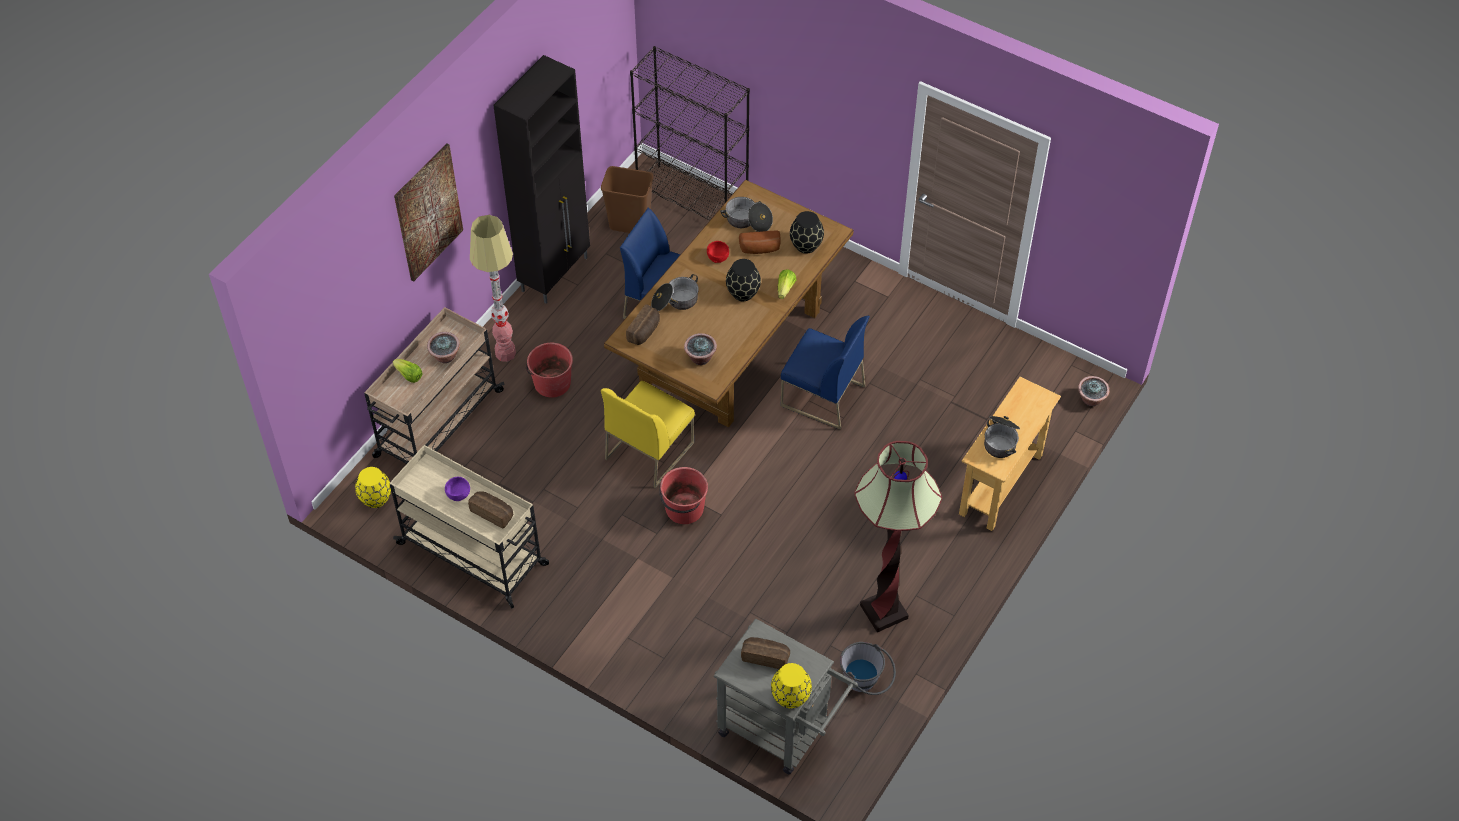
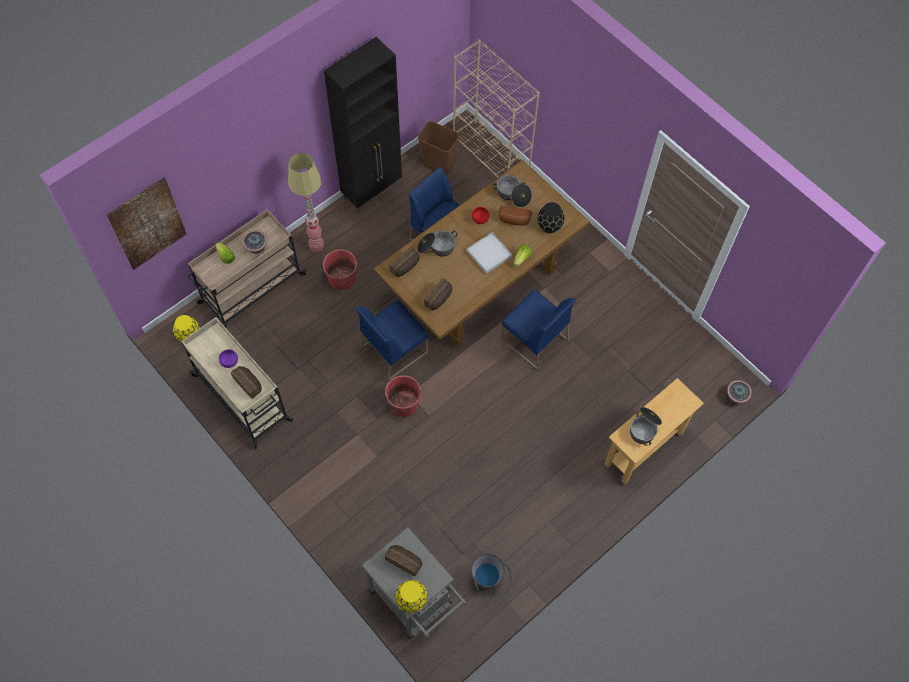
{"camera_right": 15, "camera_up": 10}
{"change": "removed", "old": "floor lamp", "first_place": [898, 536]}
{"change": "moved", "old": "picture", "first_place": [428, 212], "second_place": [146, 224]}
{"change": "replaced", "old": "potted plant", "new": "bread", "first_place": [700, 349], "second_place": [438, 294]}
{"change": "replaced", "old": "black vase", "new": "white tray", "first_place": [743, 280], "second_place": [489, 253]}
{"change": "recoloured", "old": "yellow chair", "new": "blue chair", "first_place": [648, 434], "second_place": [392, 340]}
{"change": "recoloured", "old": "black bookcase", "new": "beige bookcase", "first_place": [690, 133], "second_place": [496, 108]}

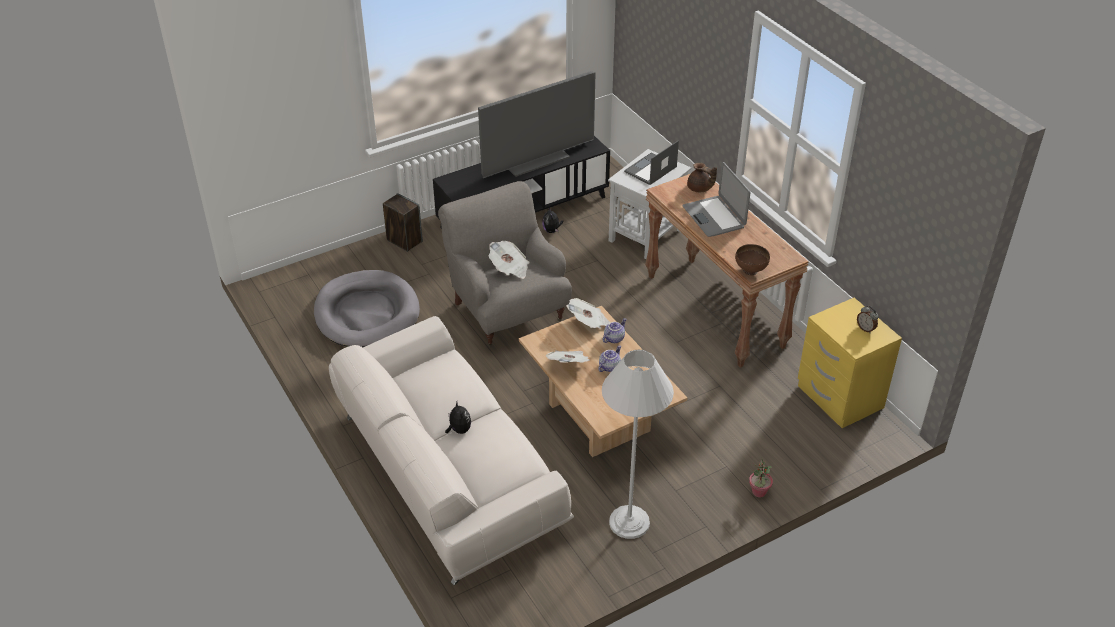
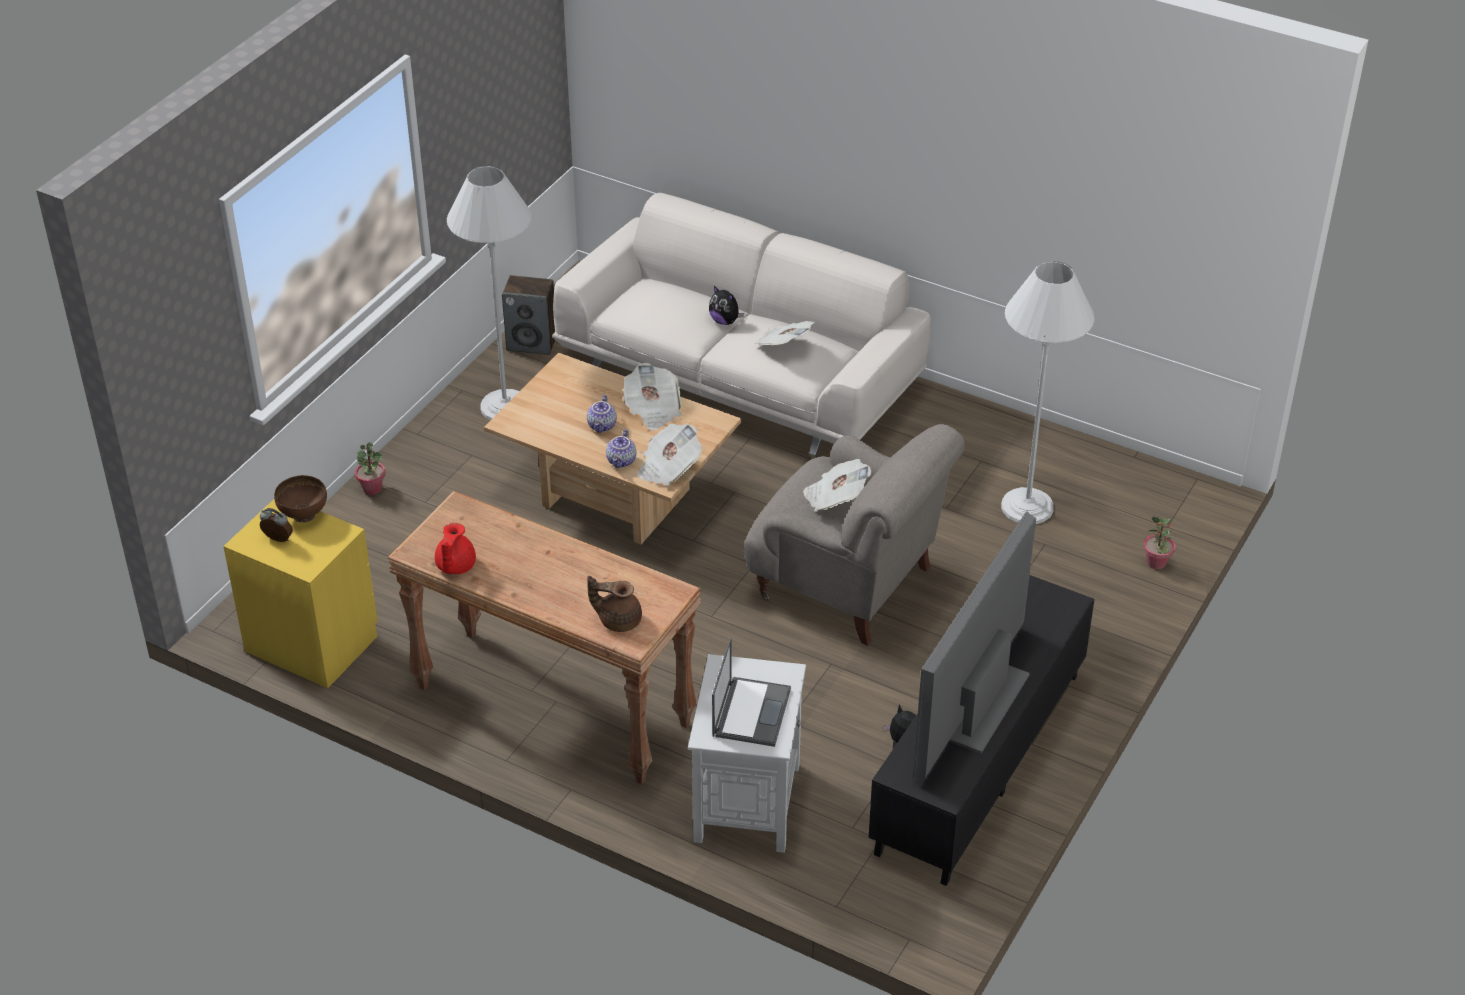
{"camera_right": 150, "camera_up": 0}
{"change": "removed", "old": "laptop", "first_place": [717, 199]}
{"change": "added", "new": "red teapot", "second_place": [455, 548]}
{"change": "added", "new": "newspaper", "second_place": [785, 333]}
{"change": "added", "new": "potted plant", "second_place": [1159, 542]}
{"change": "moved", "old": "speaker", "first_place": [403, 222], "second_place": [528, 315]}
{"change": "moved", "old": "brown bowl", "first_place": [752, 259], "second_place": [300, 499]}
{"change": "replaced", "old": "grey dog bed", "new": "white floor lamp", "first_place": [367, 309], "second_place": [1047, 392]}

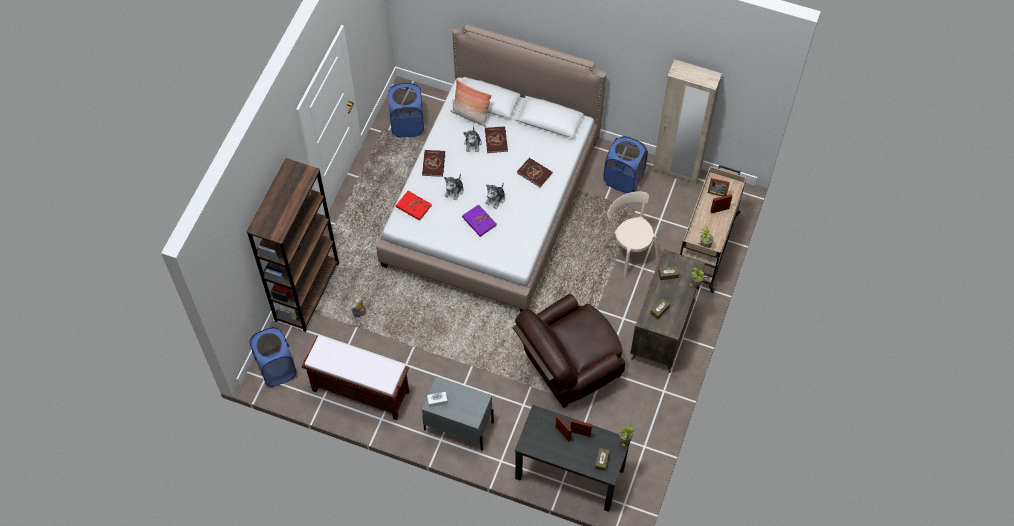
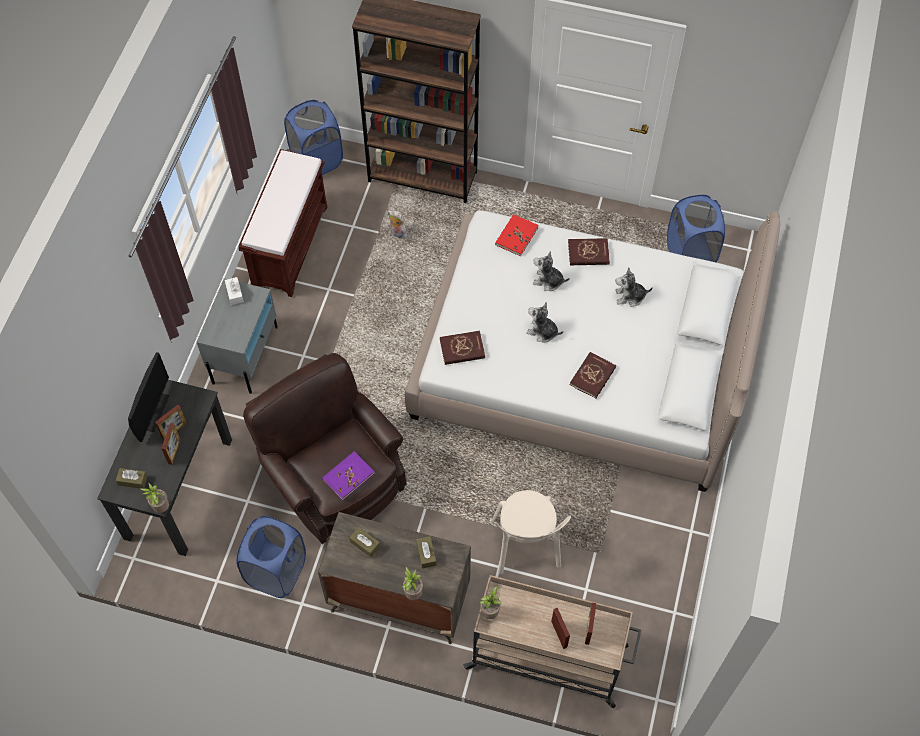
{"camera_right": 85, "camera_up": 0}
{"change": "removed", "old": "pillow", "first_place": [471, 103]}
{"change": "removed", "old": "beige wardrobe", "first_place": [687, 122]}
{"change": "added", "new": "monitor", "second_place": [148, 397]}
{"change": "moved", "old": "purple book", "first_place": [479, 220], "second_place": [348, 475]}
{"change": "moved", "old": "red book", "first_place": [496, 139], "second_place": [462, 348]}
{"change": "moved", "old": "blue laundry basket", "first_place": [625, 164], "second_place": [271, 557]}
{"change": "turned", "old": "beige chair", "first_place": [630, 234], "second_place": [531, 532], "degrees": 120}

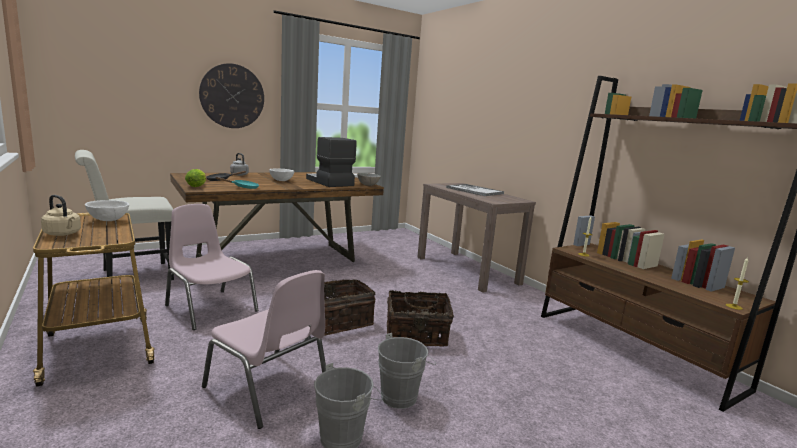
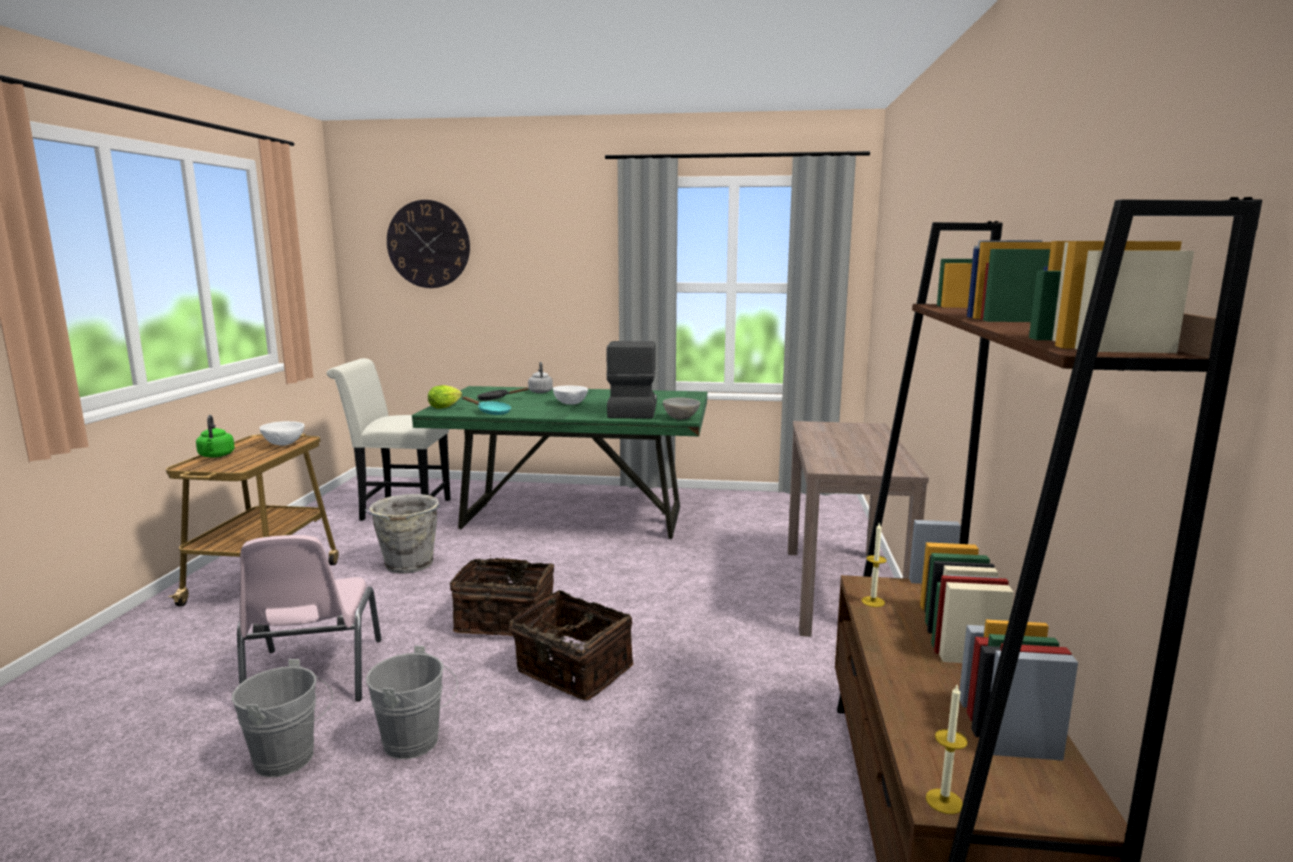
{"camera_right": 40, "camera_up": 0}
{"change": "removed", "old": "tray", "first_place": [475, 190]}
{"change": "moved", "old": "wall clock", "first_place": [231, 95], "second_place": [428, 244]}
{"change": "replaced", "old": "pink chair", "new": "grey bucket", "first_place": [211, 267], "second_place": [402, 534]}
{"change": "recoloured", "old": "beige kettle", "new": "green kettle", "first_place": [61, 215], "second_place": [215, 436]}
{"change": "recoloured", "old": "brown dining table", "new": "green dining table", "first_place": [277, 217], "second_place": [559, 462]}

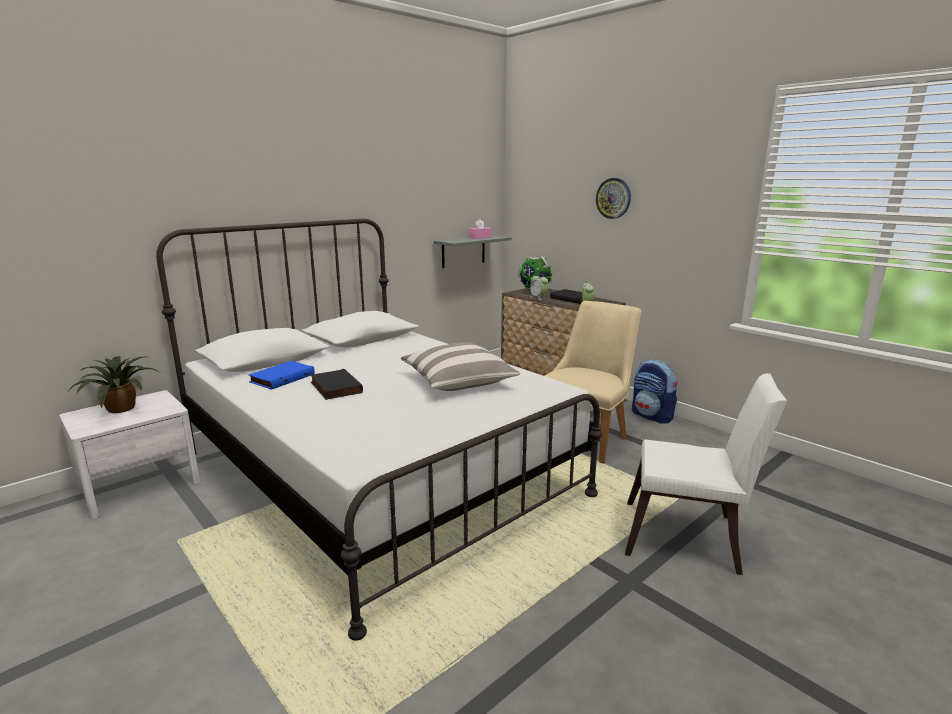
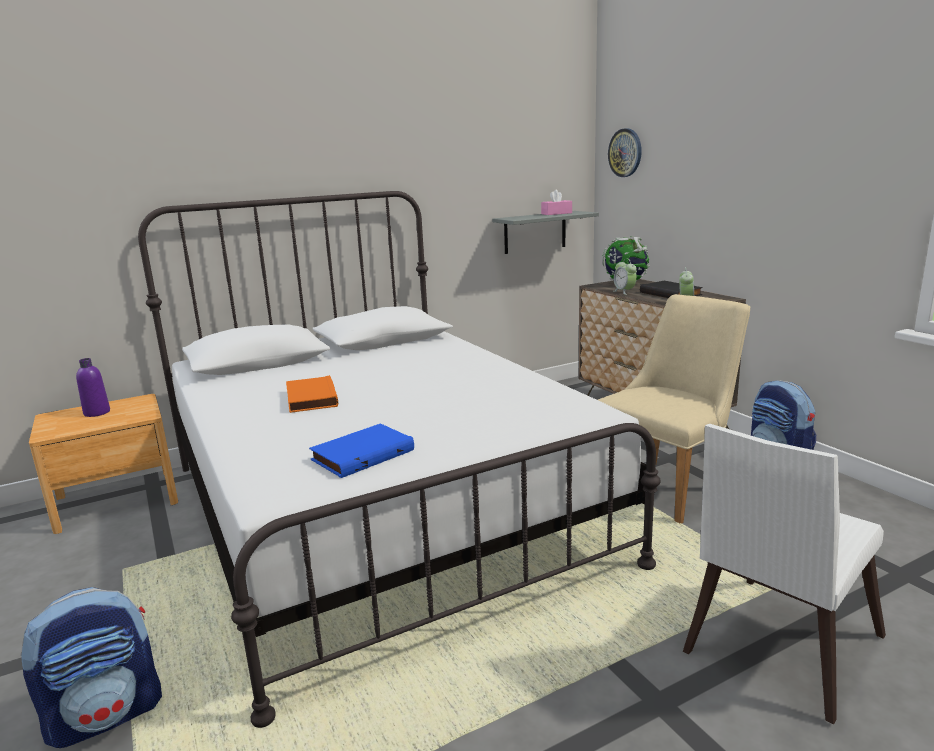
{"camera_right": 15, "camera_up": 0}
{"change": "removed", "old": "pillow", "first_place": [460, 367]}
{"change": "added", "new": "backpack", "second_place": [91, 667]}
{"change": "moved", "old": "blue book", "first_place": [282, 375], "second_place": [361, 450]}
{"change": "moved", "old": "wall clock", "first_place": [613, 198], "second_place": [625, 152]}
{"change": "replaced", "old": "potted plant", "new": "purple bottle", "first_place": [113, 384], "second_place": [93, 387]}
{"change": "recoloured", "old": "white nightstand", "new": "brown nightstand", "first_place": [129, 454], "second_place": [103, 464]}
{"change": "recoloured", "old": "black book", "new": "orange book", "first_place": [336, 384], "second_place": [312, 394]}
{"change": "turned", "old": "white chair", "first_place": [706, 474], "second_place": [784, 574], "degrees": 105}

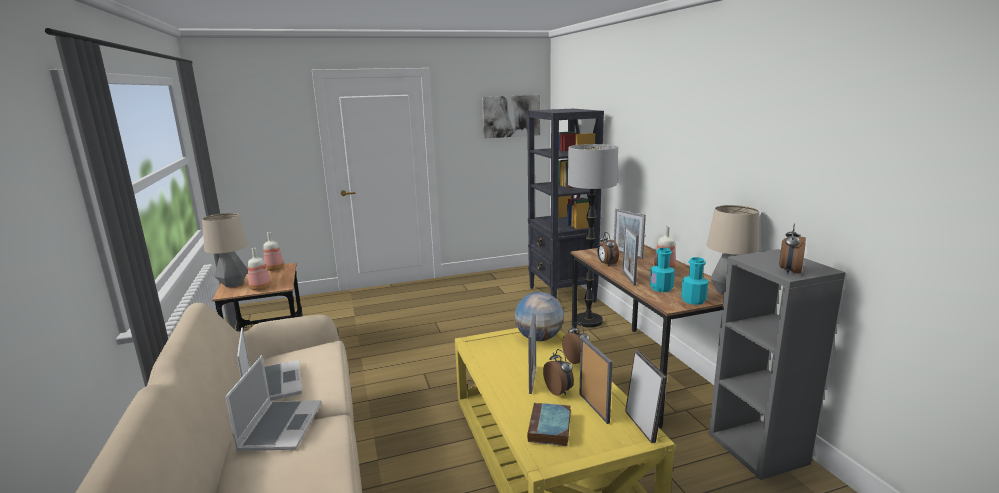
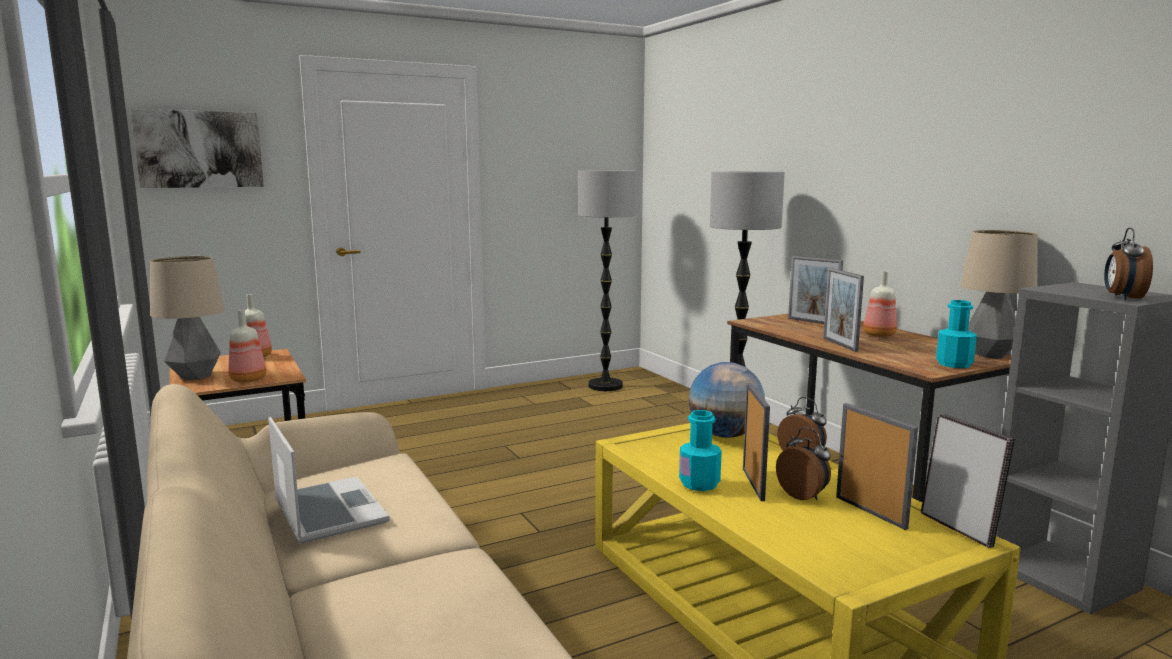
{"camera_right": -10, "camera_up": -5}
{"change": "removed", "old": "laptop", "first_place": [273, 403]}
{"change": "removed", "old": "black bookcase", "first_place": [565, 206]}
{"change": "removed", "old": "book", "first_place": [549, 424]}
{"change": "removed", "old": "alarm clock", "first_place": [608, 249]}
{"change": "added", "new": "floor lamp", "second_place": [607, 280]}
{"change": "moved", "old": "picture", "first_place": [511, 117], "second_place": [197, 148]}
{"change": "moved", "old": "turquoise bottle", "first_place": [662, 269], "second_place": [700, 450]}

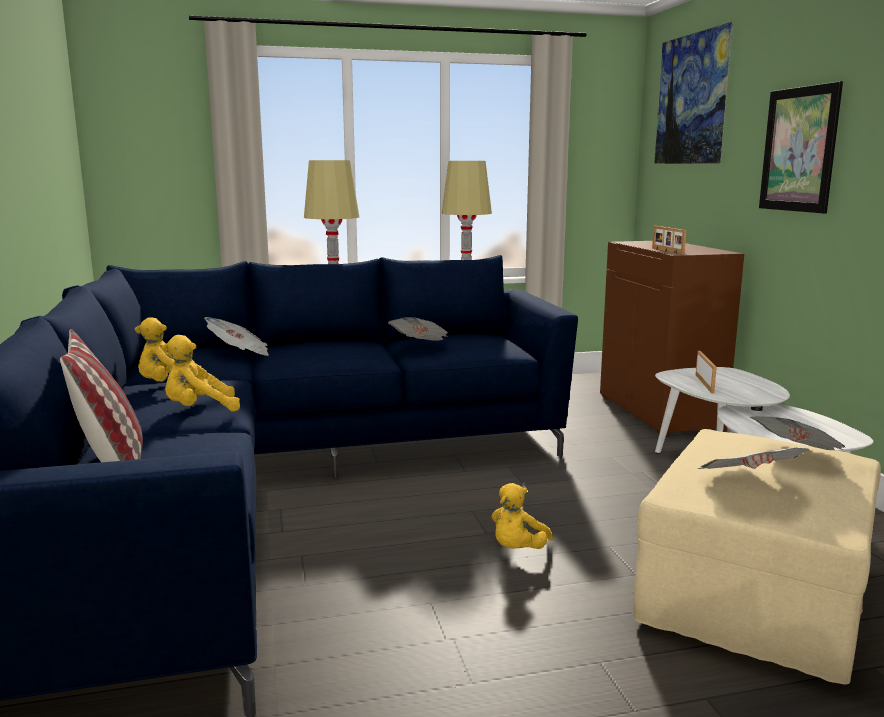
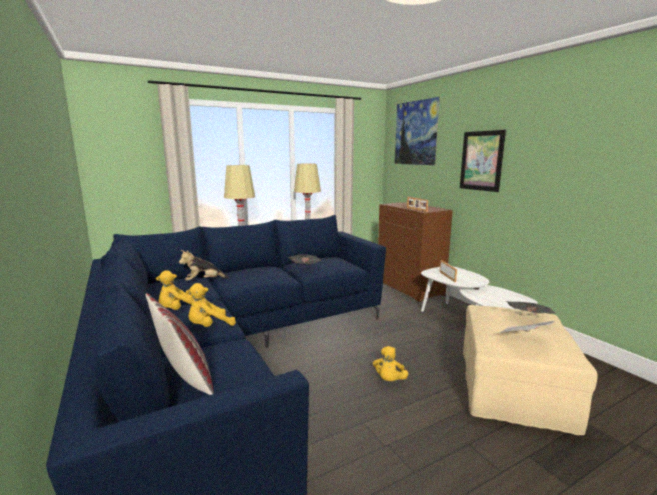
{"camera_right": -15, "camera_up": 0}
{"change": "replaced", "old": "newspaper", "new": "plush toy", "first_place": [236, 336], "second_place": [204, 265]}

